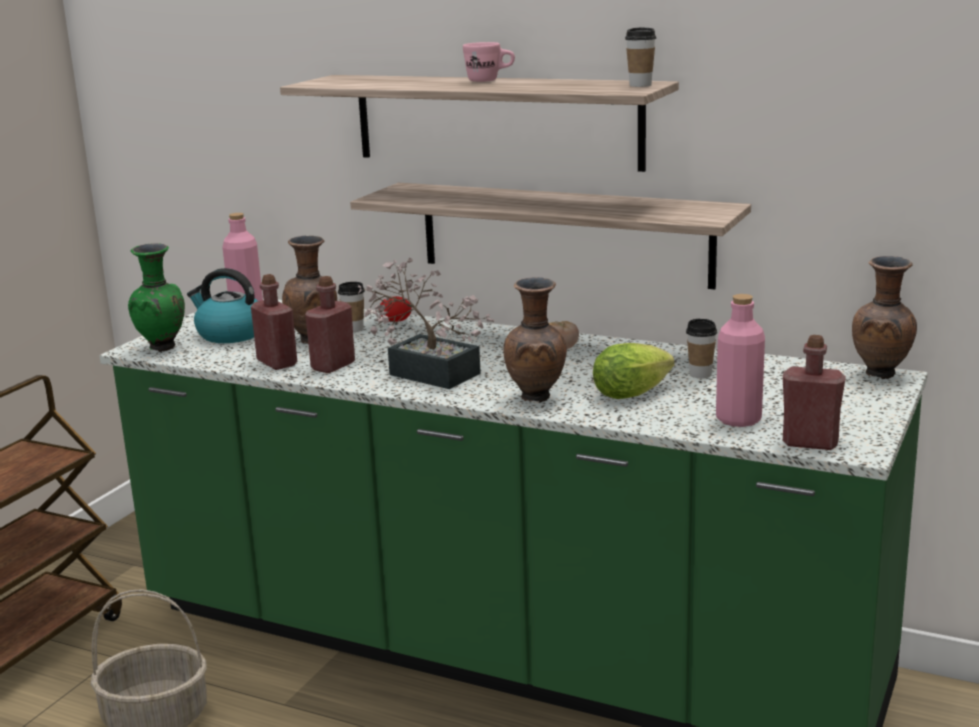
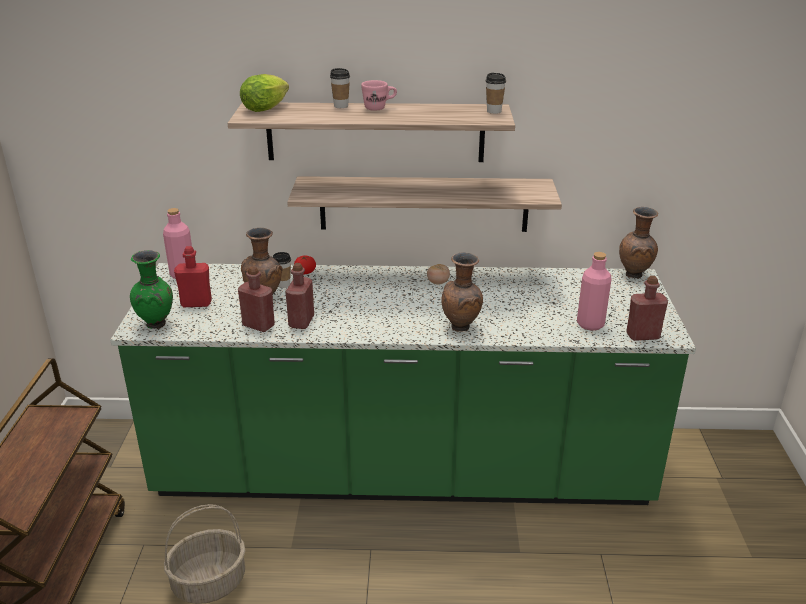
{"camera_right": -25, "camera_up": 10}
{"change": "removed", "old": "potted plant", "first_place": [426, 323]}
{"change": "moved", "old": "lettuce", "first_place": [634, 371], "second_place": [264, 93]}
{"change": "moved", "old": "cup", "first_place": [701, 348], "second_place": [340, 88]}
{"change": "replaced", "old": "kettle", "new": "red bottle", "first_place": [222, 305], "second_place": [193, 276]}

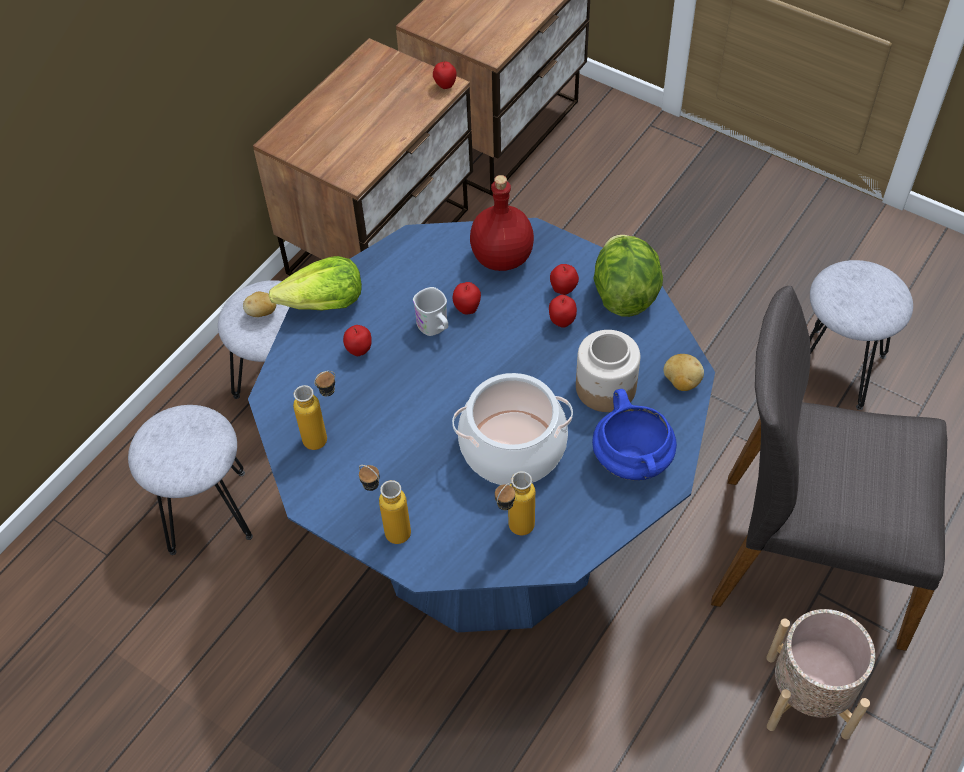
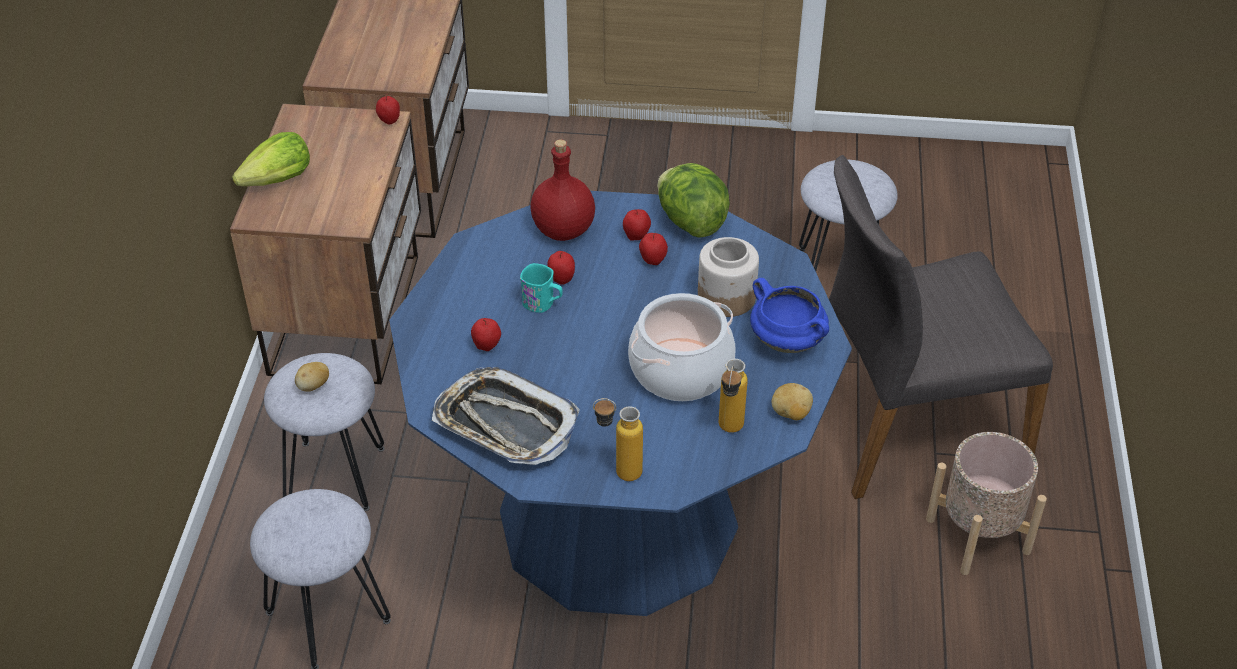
{"camera_right": -30, "camera_up": -10}
{"change": "moved", "old": "lettuce", "first_place": [315, 283], "second_place": [271, 159]}
{"change": "moved", "old": "potato", "first_place": [684, 372], "second_place": [792, 401]}
{"change": "replaced", "old": "bottle", "new": "tray", "first_place": [314, 410], "second_place": [506, 416]}
{"change": "recoloured", "old": "white mug", "new": "turquoise mug", "first_place": [430, 311], "second_place": [541, 288]}

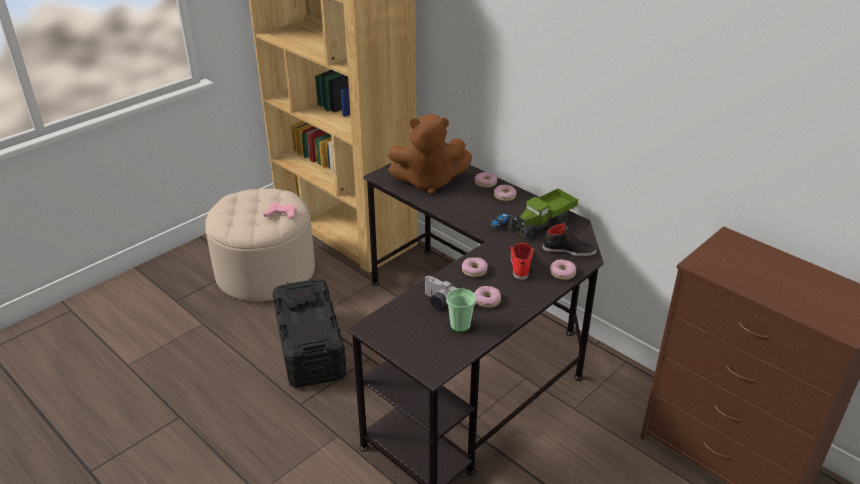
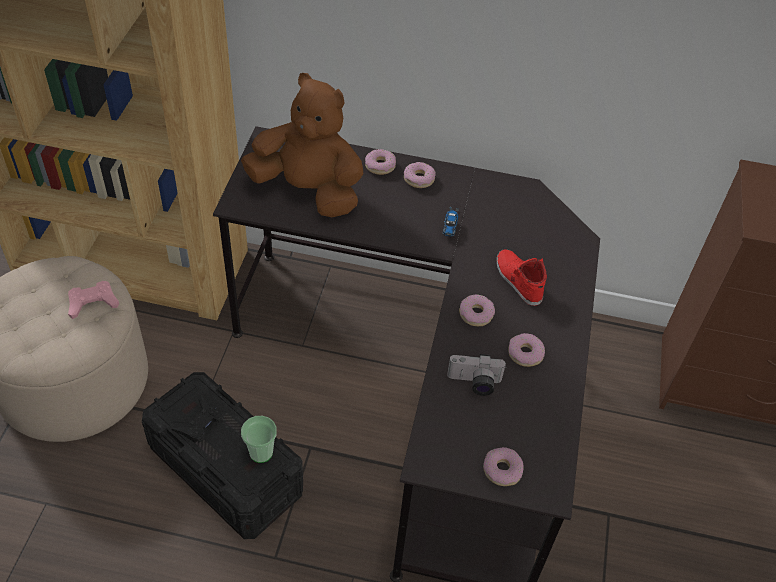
{"camera_right": -35, "camera_up": 15}
{"change": "removed", "old": "toy truck", "first_place": [543, 214]}
{"change": "removed", "old": "black shoe", "first_place": [569, 239]}
{"change": "moved", "old": "cup", "first_place": [461, 310], "second_place": [259, 439]}
{"change": "moved", "old": "donut", "first_place": [563, 269], "second_place": [503, 466]}
{"change": "turned", "old": "brown plush toy", "first_place": [430, 154], "second_place": [302, 145], "degrees": -120}

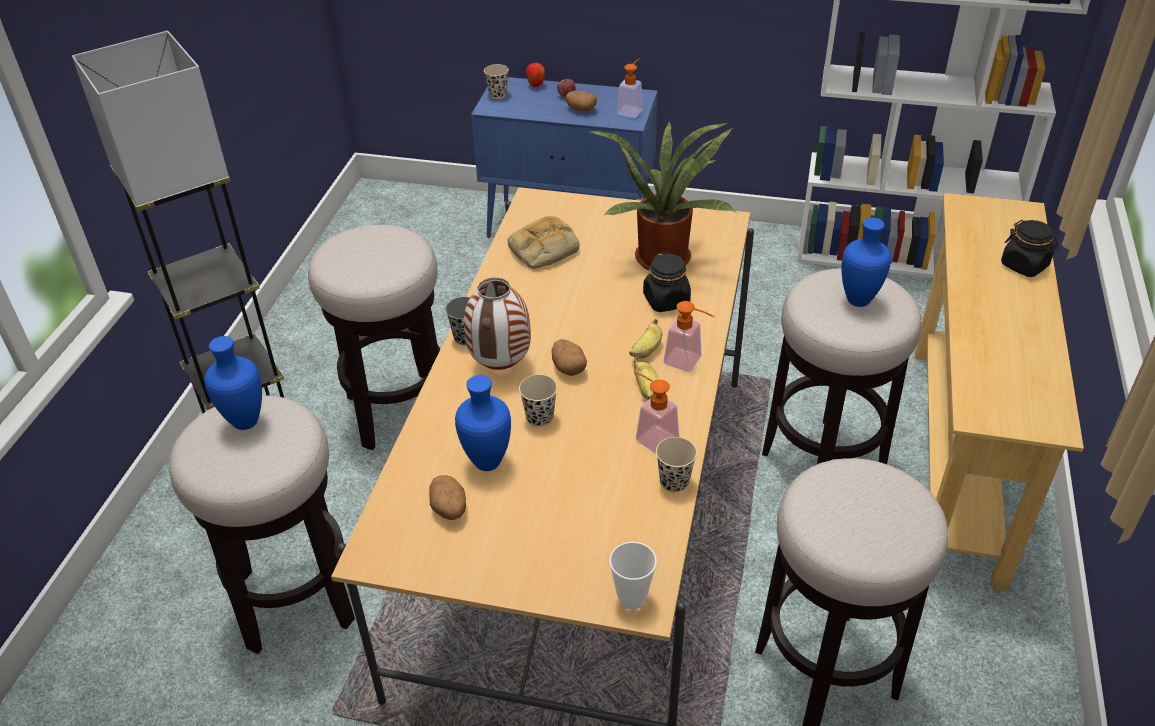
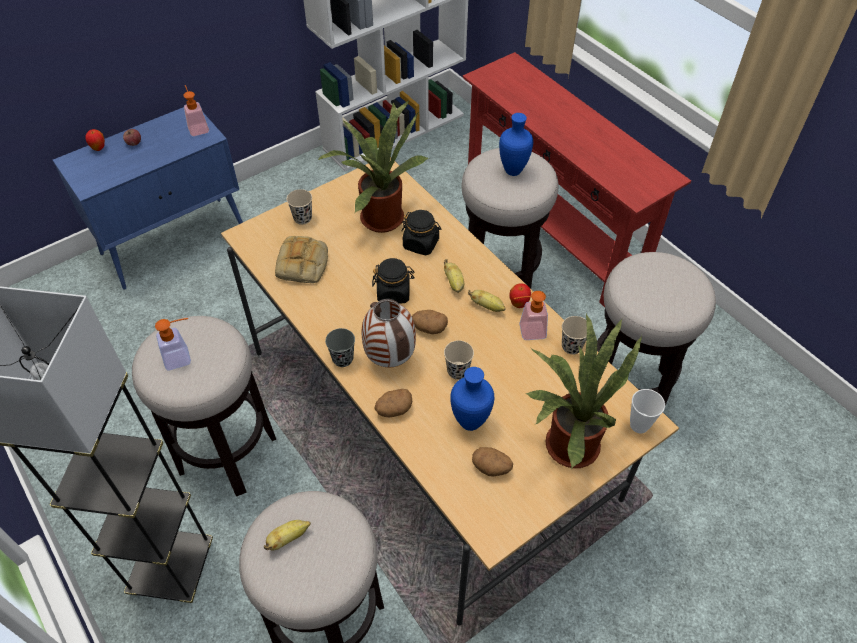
{"camera_right": -50, "camera_up": 10}
{"change": "added", "new": "apple", "second_place": [520, 295]}
{"change": "added", "new": "potted plant", "second_place": [584, 390]}
{"change": "moved", "old": "beige cup", "first_place": [496, 81], "second_place": [299, 207]}
{"change": "moved", "old": "potato", "first_place": [581, 101], "second_place": [393, 403]}
{"change": "moved", "old": "soap dispenser", "first_place": [689, 336], "second_place": [173, 344]}
{"change": "moved", "old": "black jar", "first_place": [1030, 248], "second_place": [393, 281]}
{"change": "replaced", "old": "blue vase", "new": "banana", "first_place": [233, 383], "second_place": [287, 535]}
{"change": "recoloured", "old": "beige console table", "new": "red console table", "first_place": [999, 392], "second_place": [577, 179]}

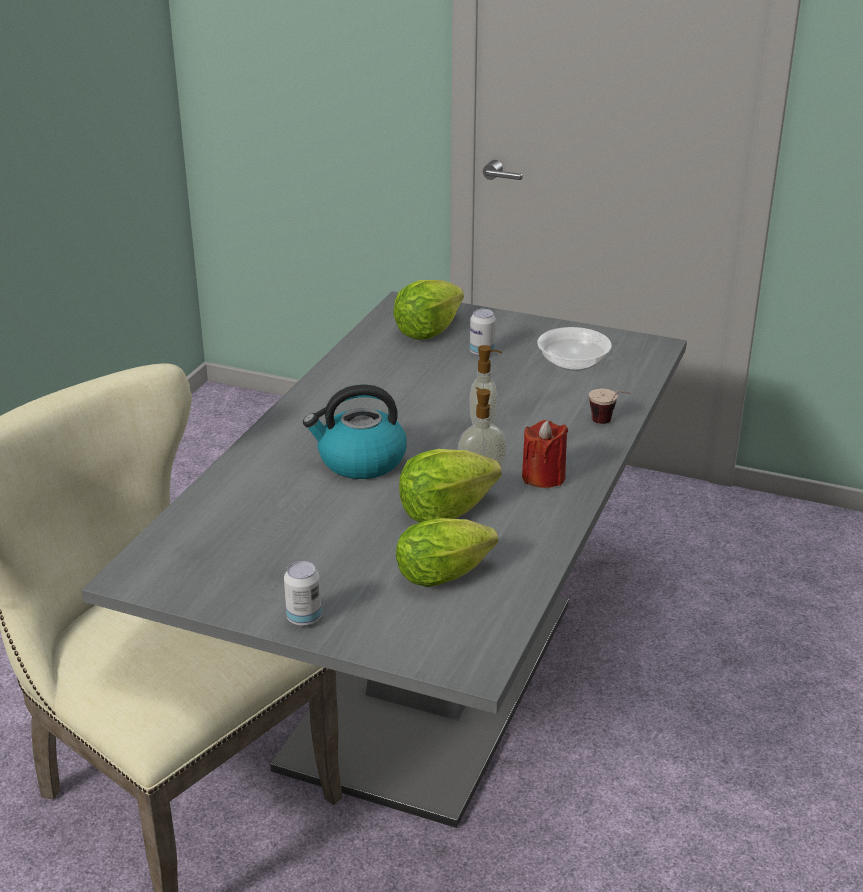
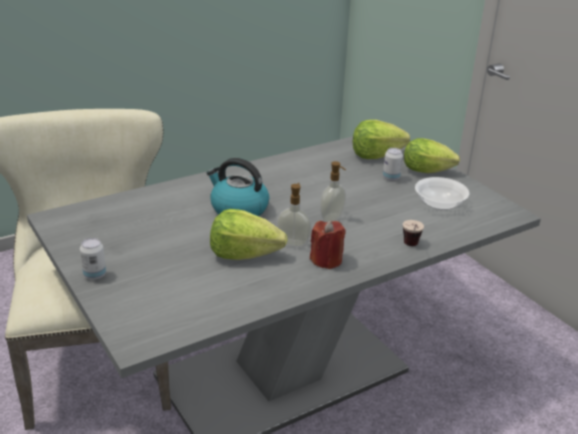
{"camera_right": 35, "camera_up": 0}
{"change": "moved", "old": "lettuce", "first_place": [447, 552], "second_place": [432, 155]}

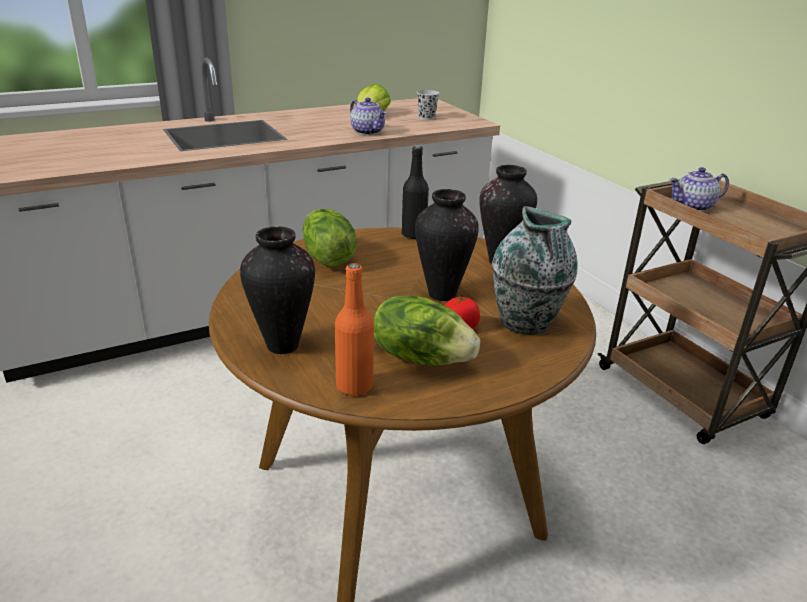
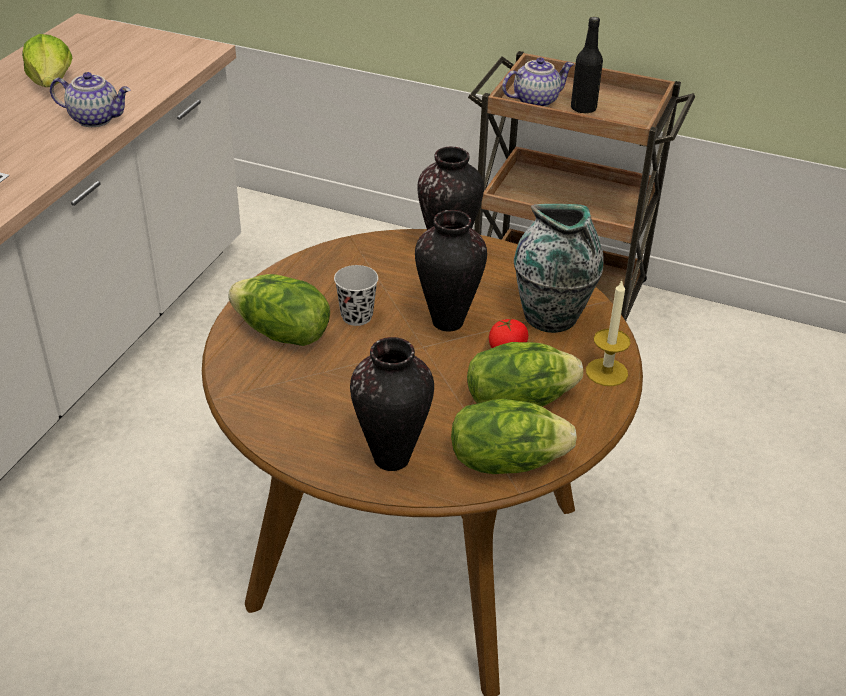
{"camera_right": -40, "camera_up": 10}
{"change": "added", "new": "candle", "second_place": [608, 333]}
{"change": "moved", "old": "black bottle", "first_place": [415, 192], "second_place": [587, 65]}
{"change": "moved", "old": "black cup", "first_place": [428, 105], "second_place": [356, 295]}
{"change": "replaced", "old": "orange bottle", "new": "lettuce", "first_place": [354, 329], "second_place": [514, 436]}
{"change": "turned", "old": "teapot", "first_place": [699, 189], "second_place": [538, 82], "degrees": -150}

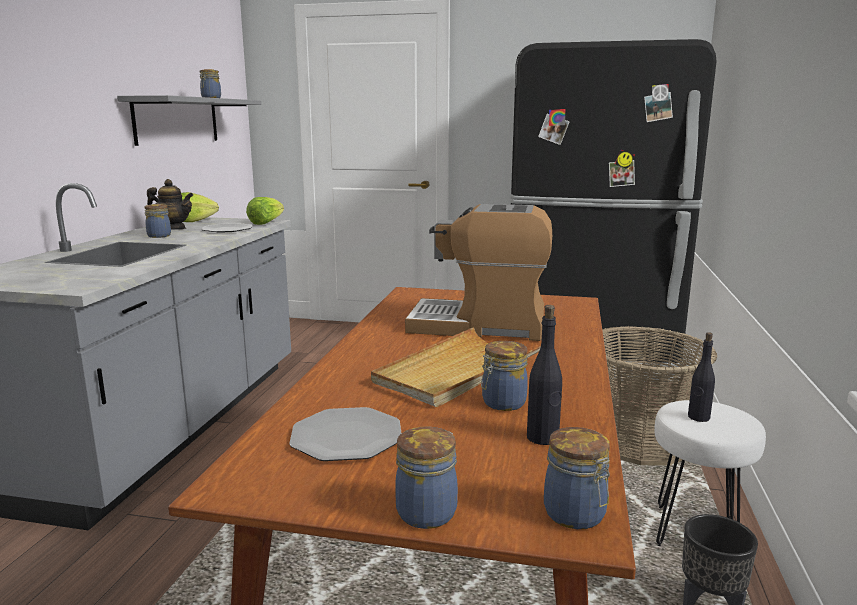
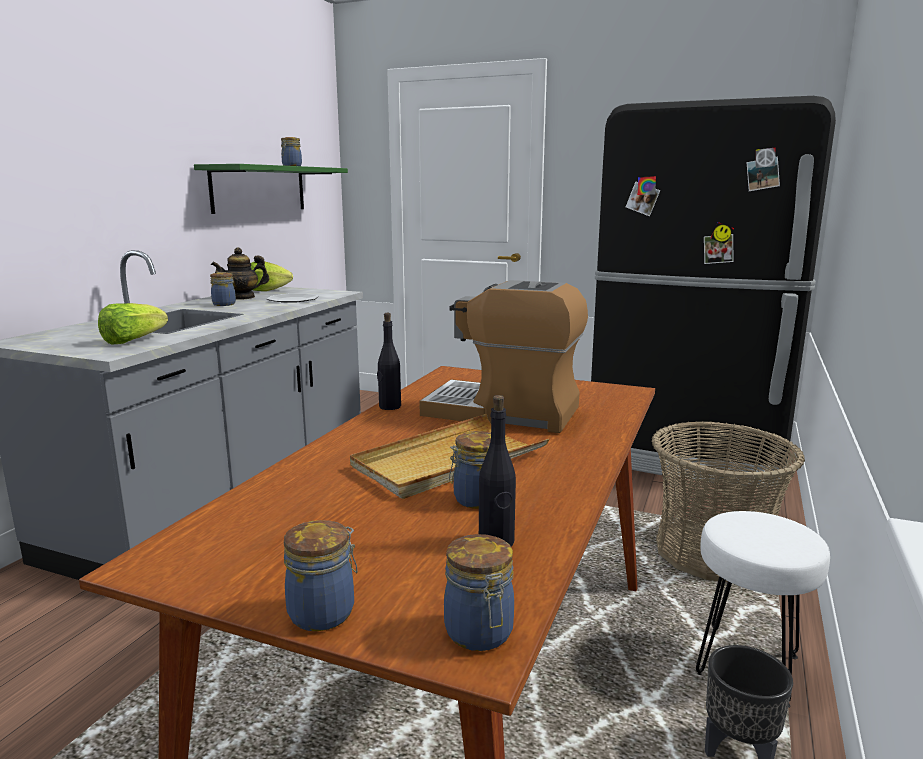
{"camera_right": 10, "camera_up": 0}
{"change": "removed", "old": "plate", "first_place": [345, 434]}
{"change": "moved", "old": "lettuce", "first_place": [265, 211], "second_place": [133, 324]}
{"change": "moved", "old": "black bottle", "first_place": [701, 377], "second_place": [389, 361]}
{"change": "recoloured", "old": "grey shelf", "new": "green shelf", "first_place": [189, 120], "second_place": [271, 189]}
{"change": "turned", "old": "teapot", "first_place": [170, 204], "second_place": [240, 273], "degrees": 135}

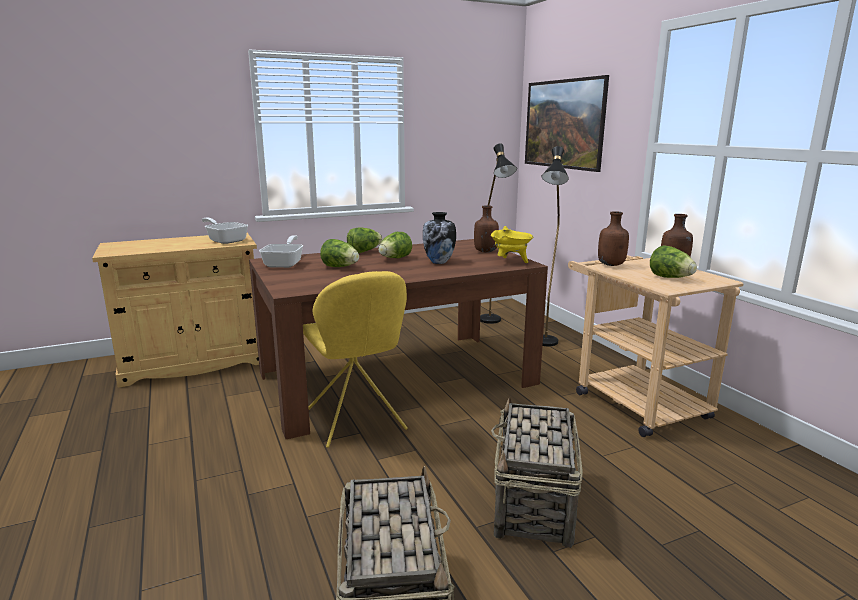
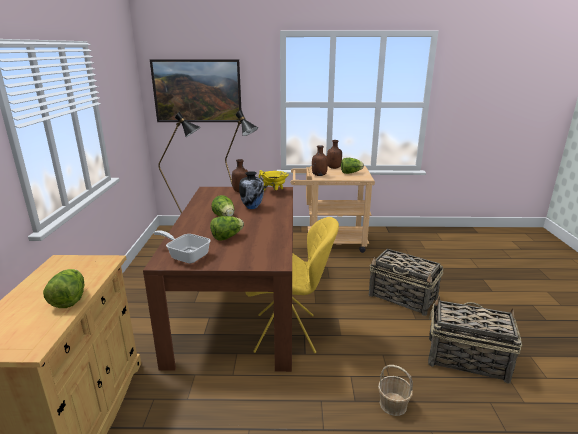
{"camera_right": -65, "camera_up": 5}
{"change": "removed", "old": "frying pan", "first_place": [225, 230]}
{"change": "added", "new": "basket", "second_place": [395, 390]}
{"change": "moved", "old": "lettuce", "first_place": [365, 240], "second_place": [63, 288]}

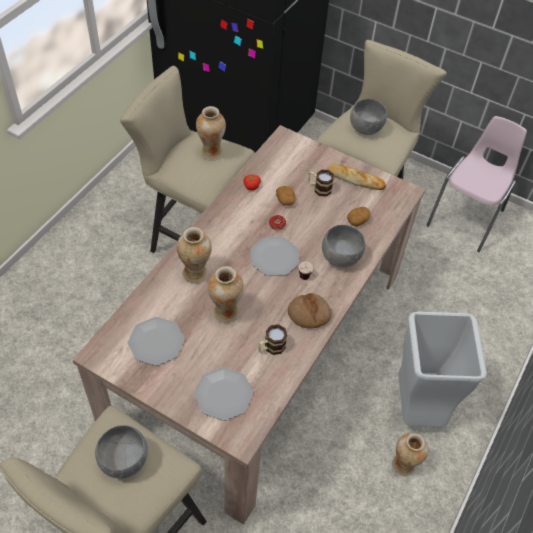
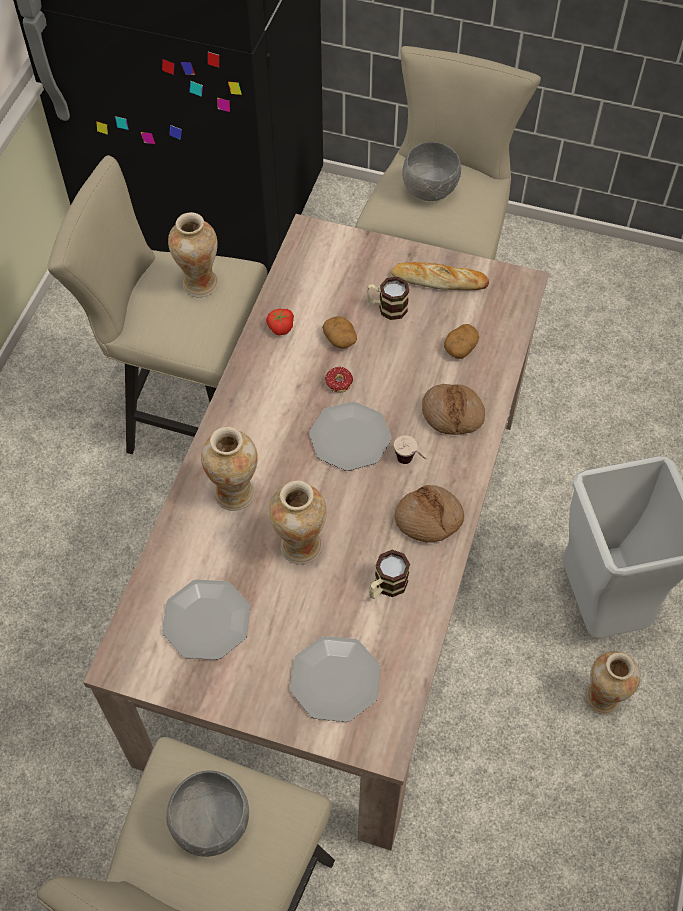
{"camera_right": -10, "camera_up": 5}
{"change": "removed", "old": "pink chair", "first_place": [476, 184]}
{"change": "replaced", "old": "grey bowl", "new": "bread", "first_place": [343, 246], "second_place": [453, 409]}

